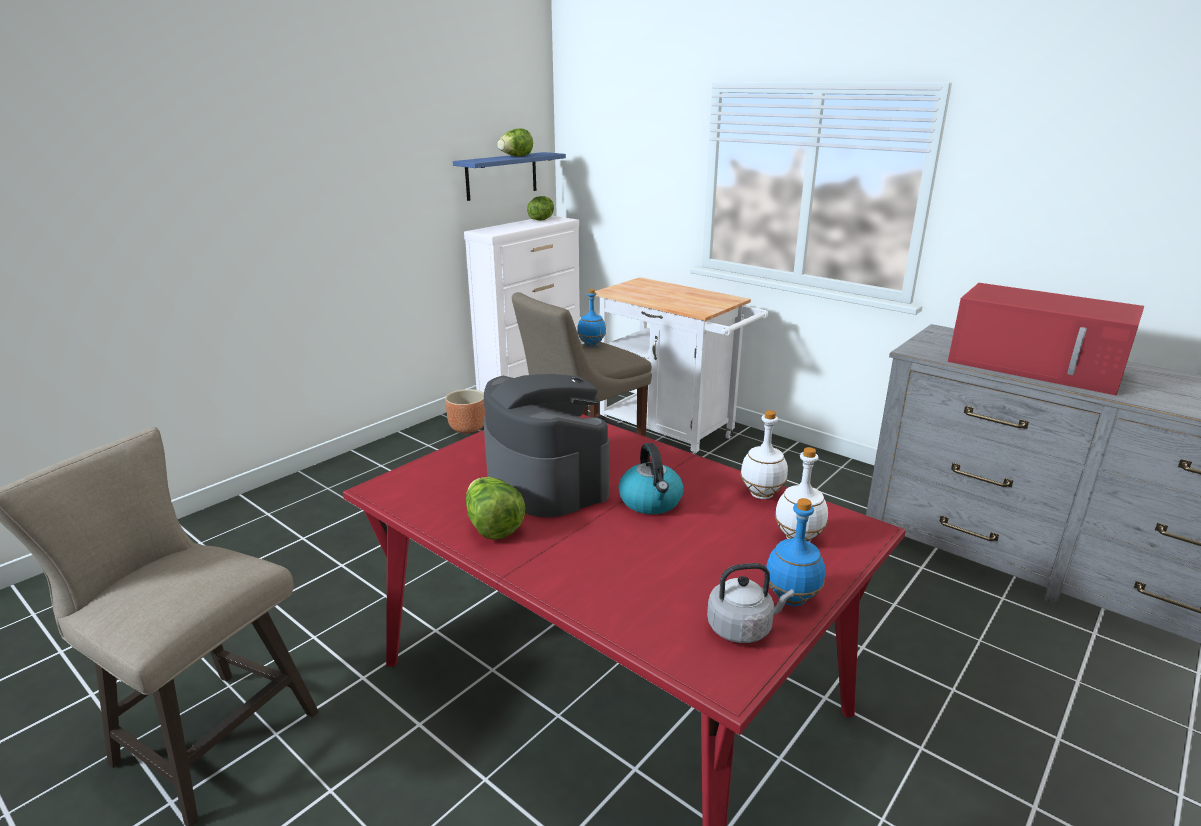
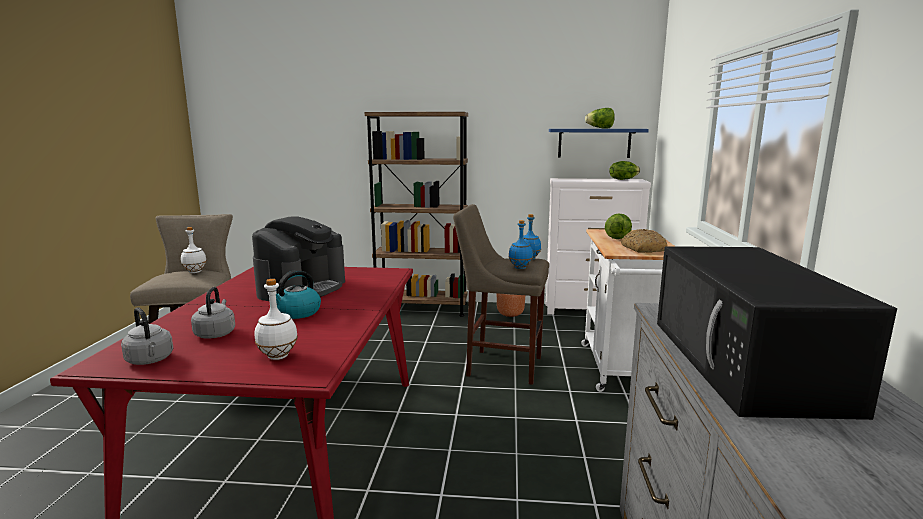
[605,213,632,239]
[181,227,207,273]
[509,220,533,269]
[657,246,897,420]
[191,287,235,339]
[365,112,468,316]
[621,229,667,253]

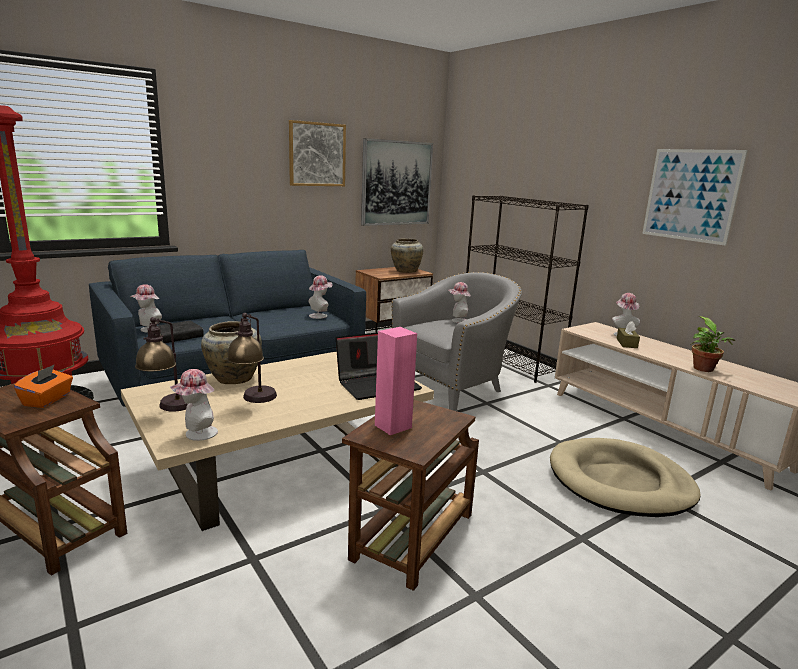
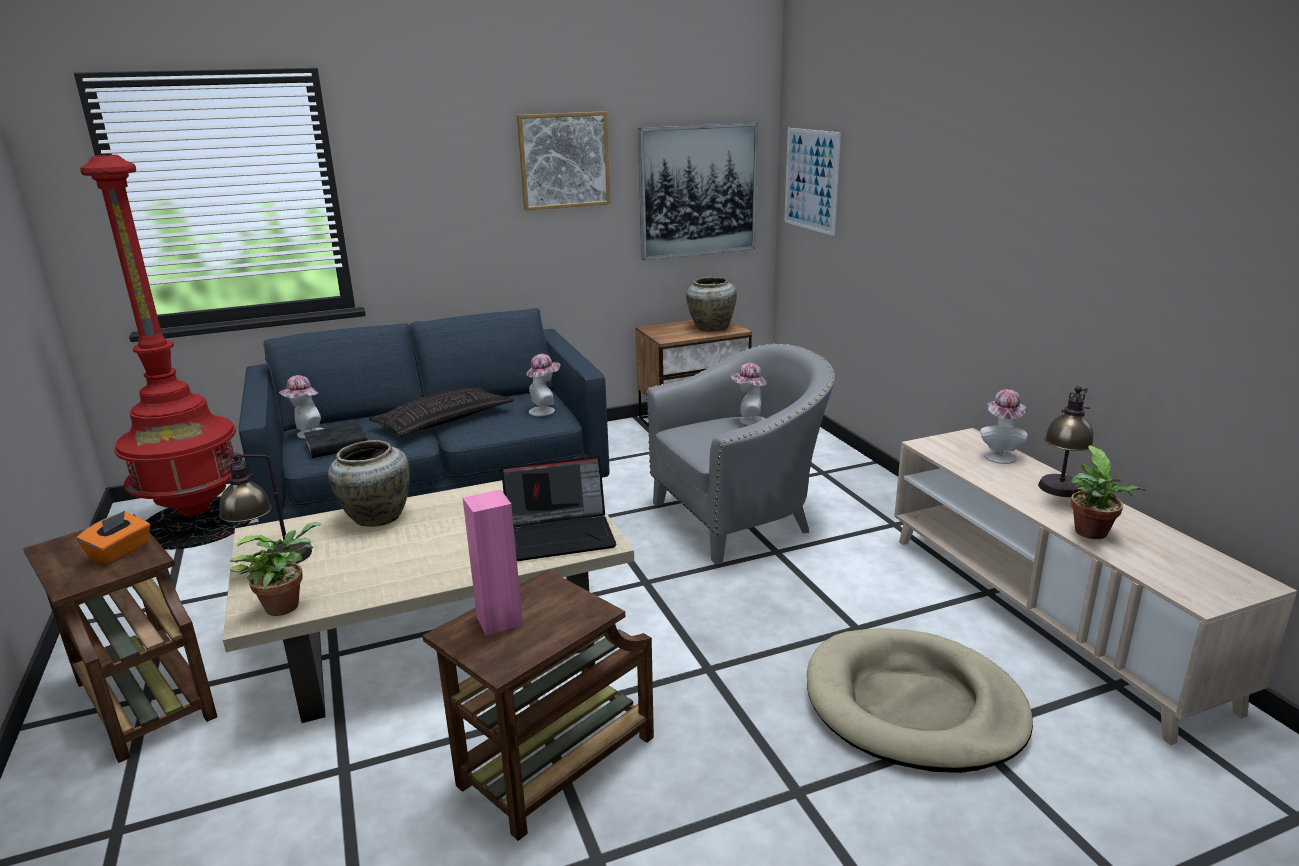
[229,522,322,616]
[1038,386,1094,497]
[466,195,589,383] (first image)
[616,321,640,348] (first image)
[784,128,841,236]
[369,388,514,437]

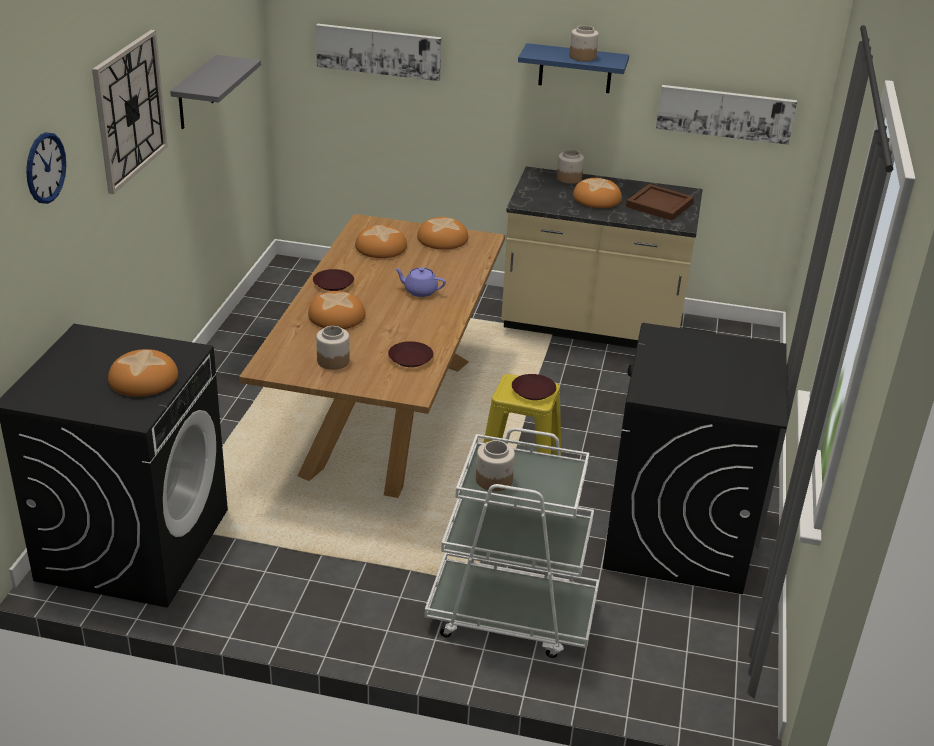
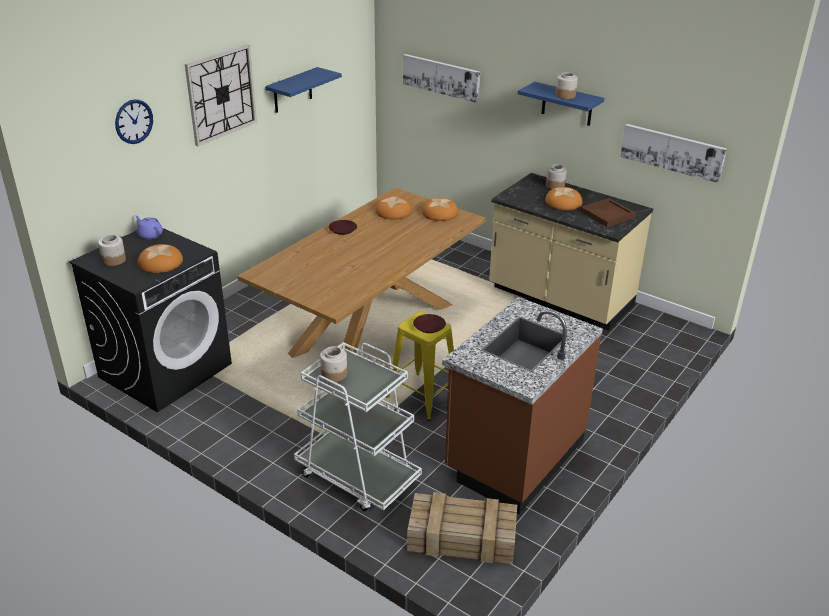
[265,67,342,113]
[308,291,365,329] (first image)
[98,235,126,266]
[388,341,433,367] (first image)
[135,215,163,240]
[442,297,603,514]
[407,492,517,564]

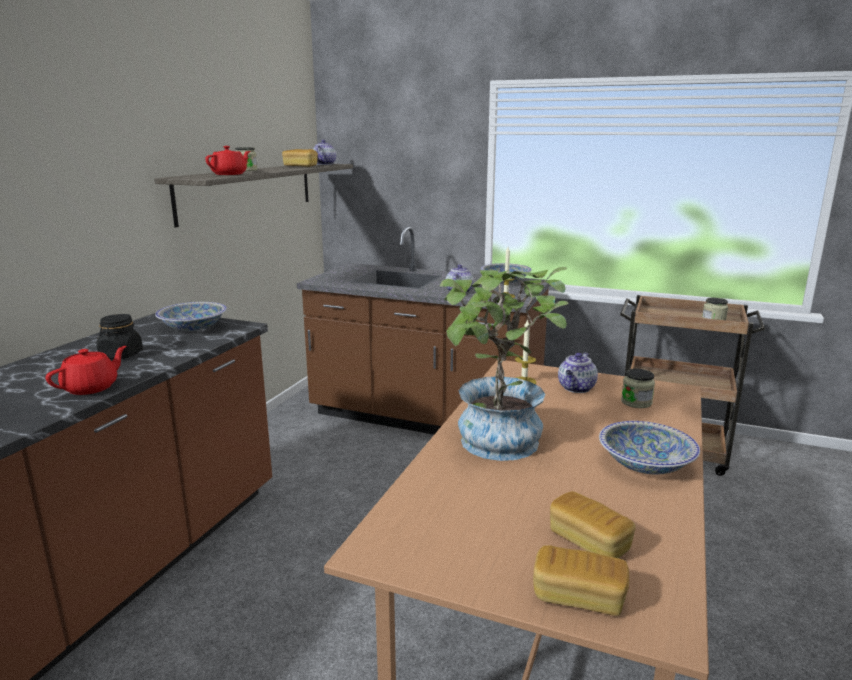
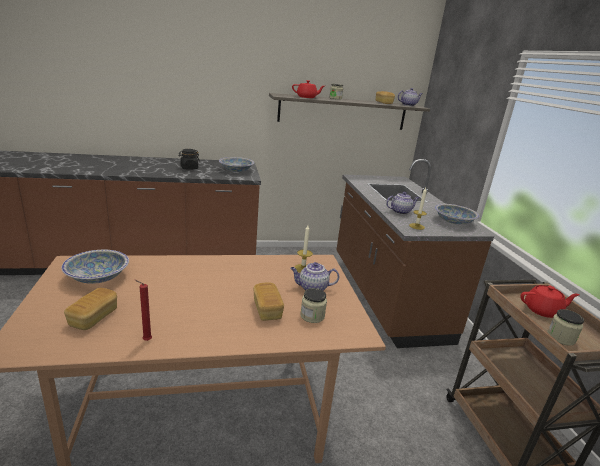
[520,285,580,318]
[440,267,569,461] (first image)
[253,282,284,321]
[61,250,129,284]
[135,280,152,341]

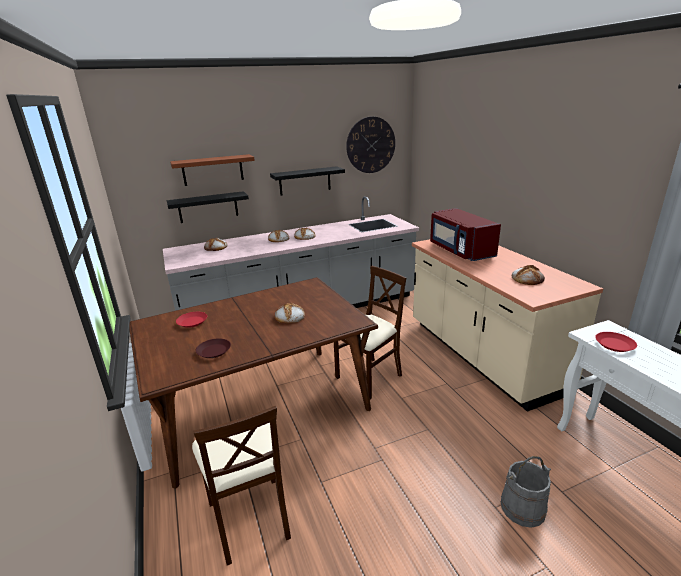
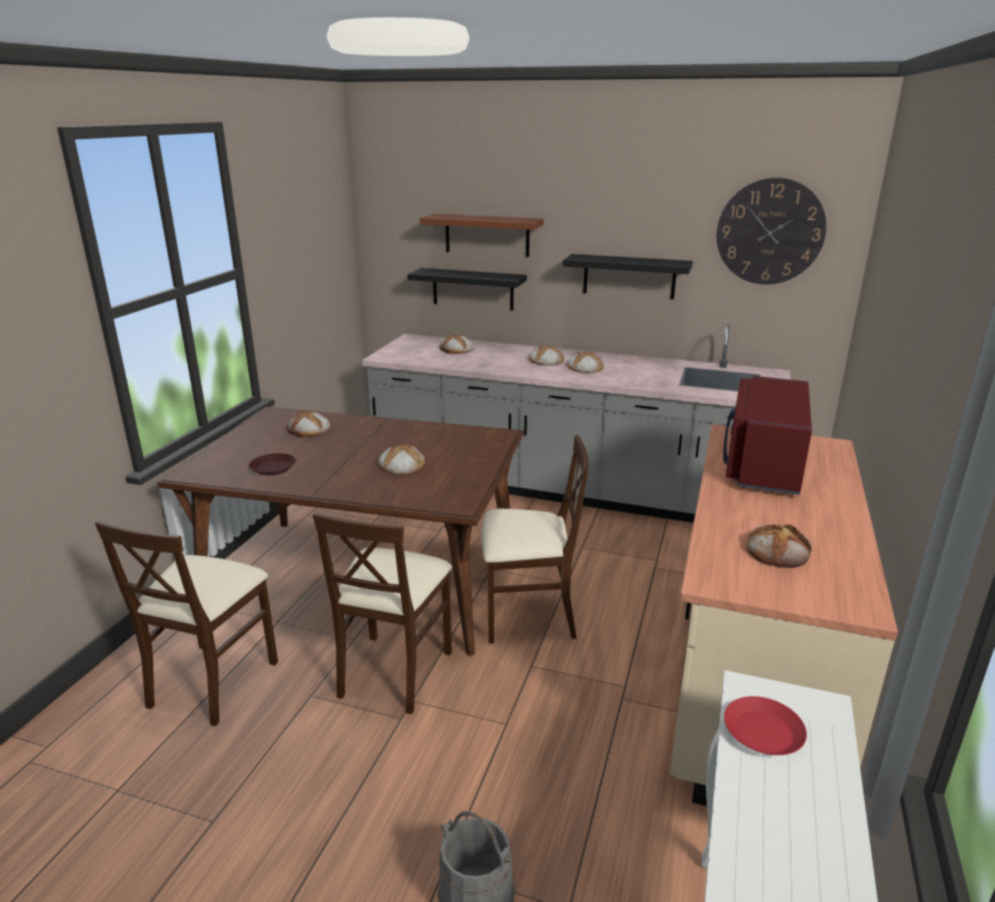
[287,411,330,437]
[313,513,452,714]

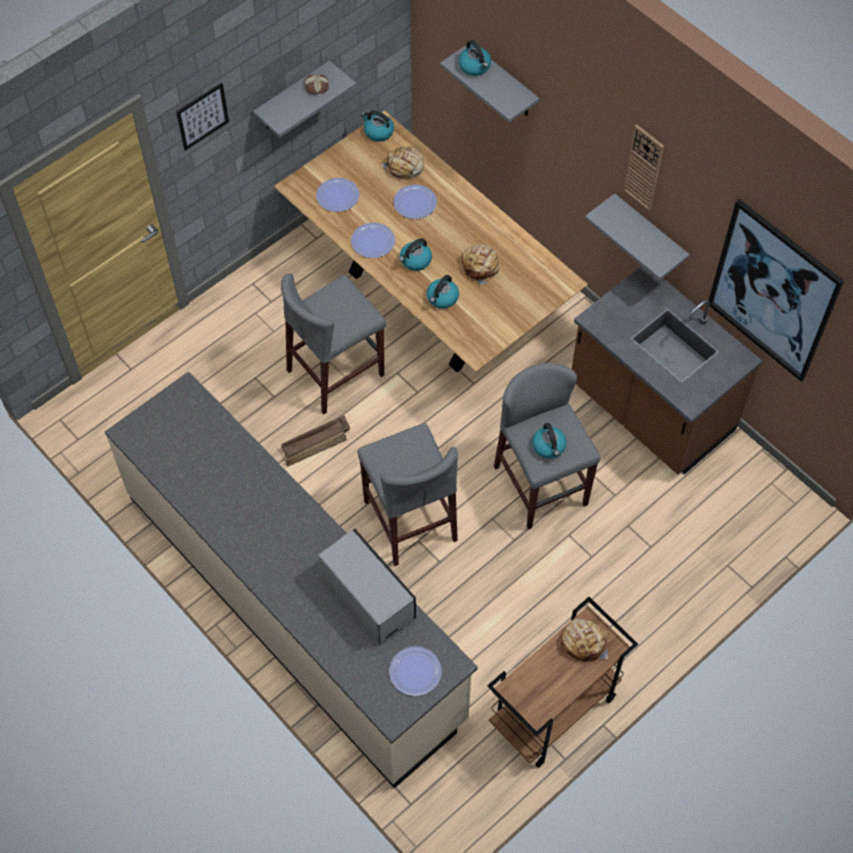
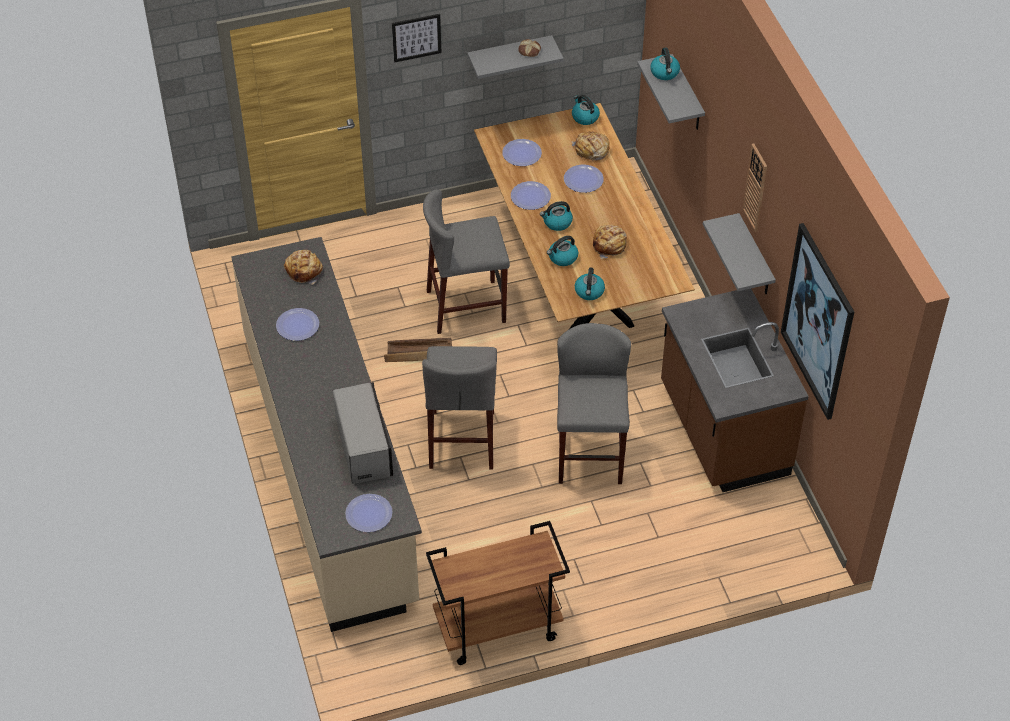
[575,268,605,300]
[284,250,323,285]
[276,308,319,341]

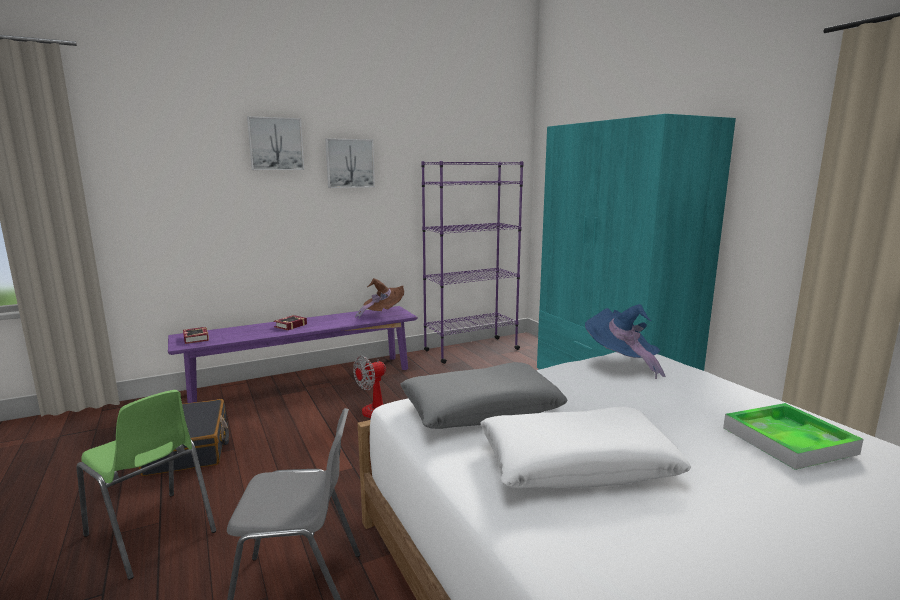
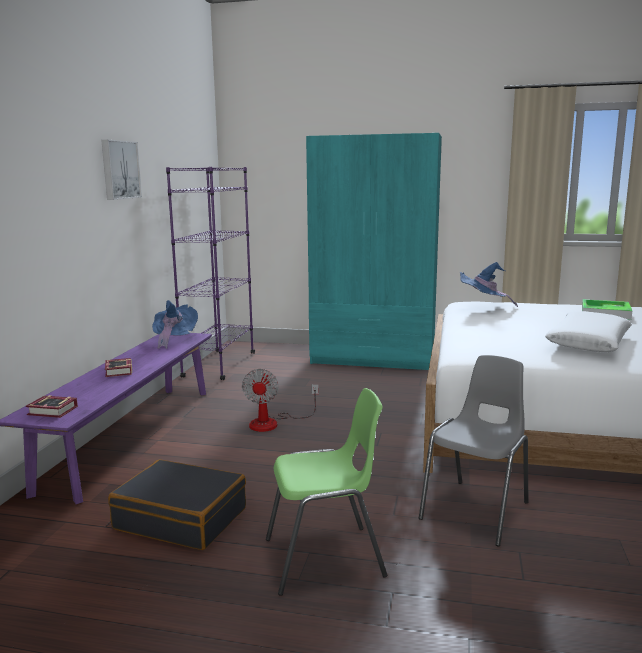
[247,116,304,170] (first image)
[152,300,198,349]
[400,362,568,429] (first image)

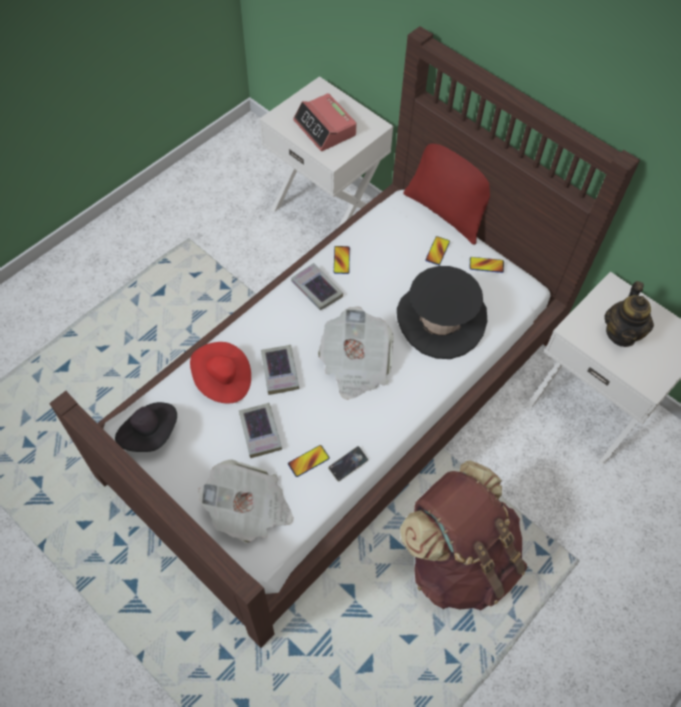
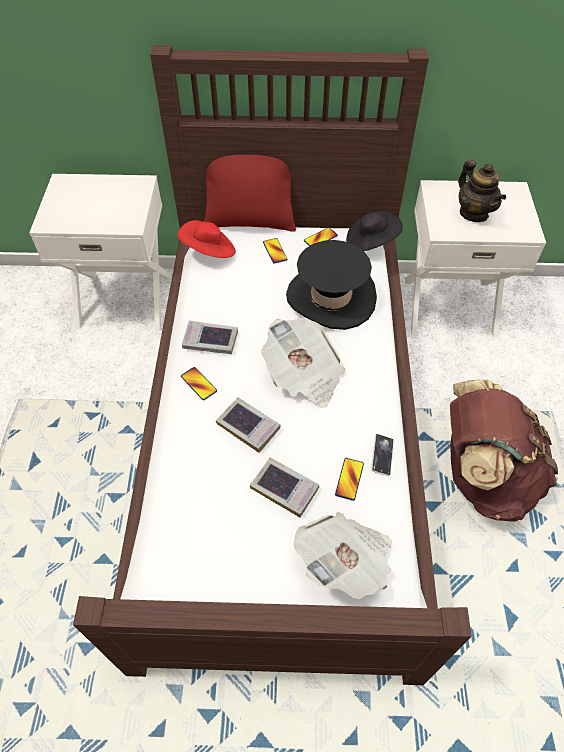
[346,210,403,251]
[177,220,236,258]
[293,93,357,151] (first image)
[181,367,217,400]

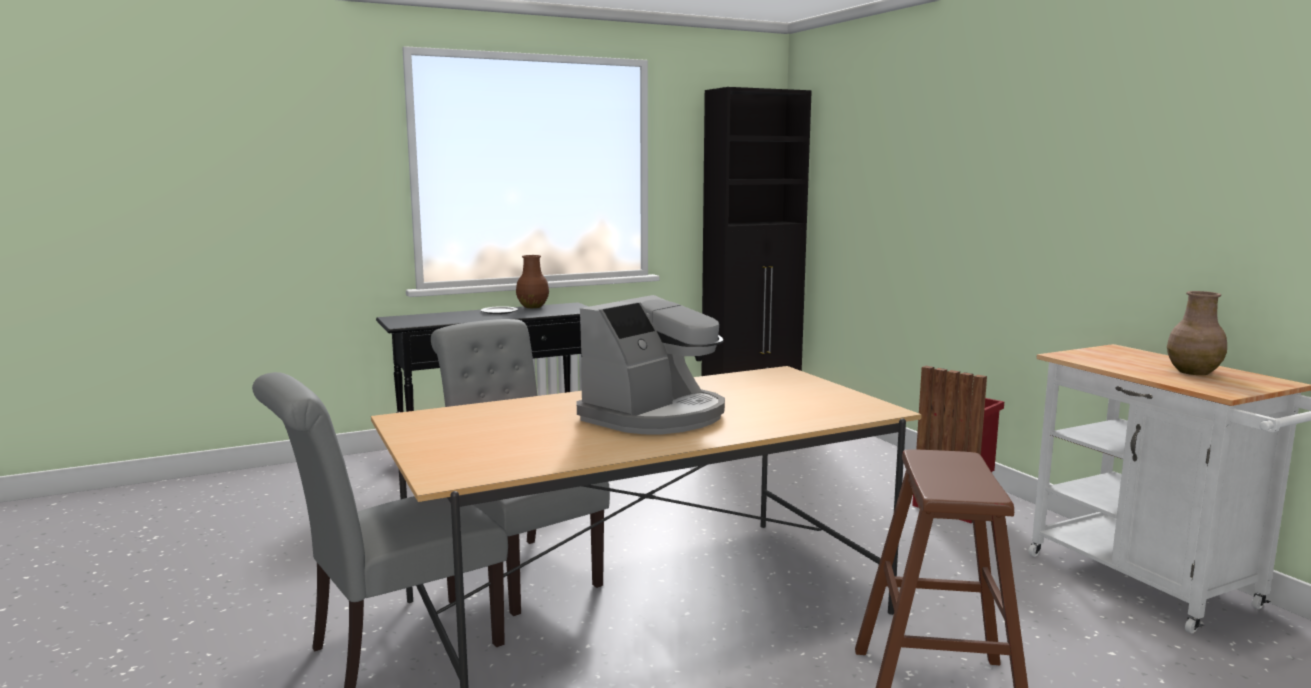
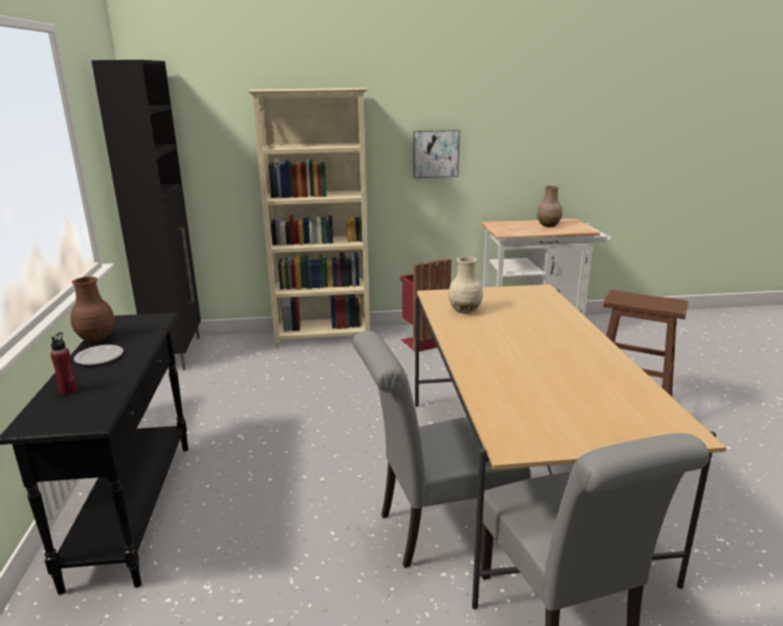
[577,295,725,435] (first image)
[50,332,78,395]
[248,88,370,348]
[414,130,460,178]
[448,257,483,314]

